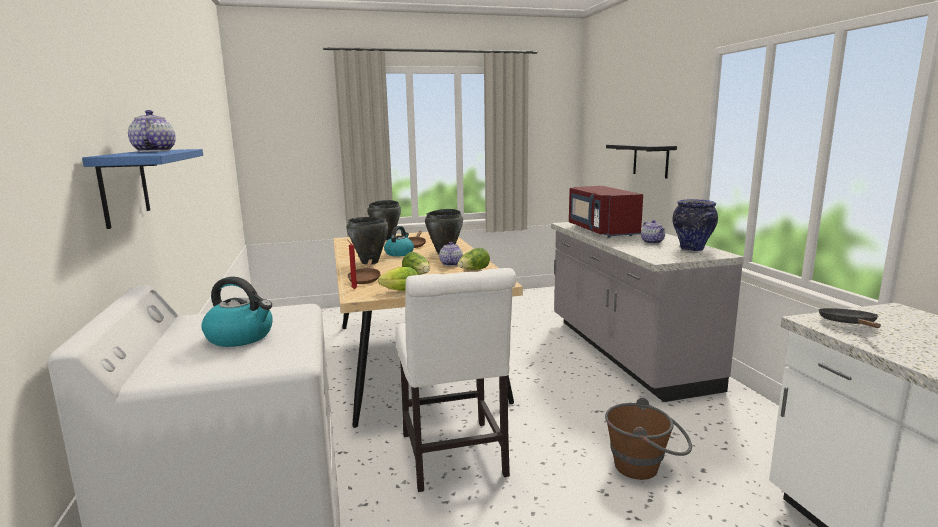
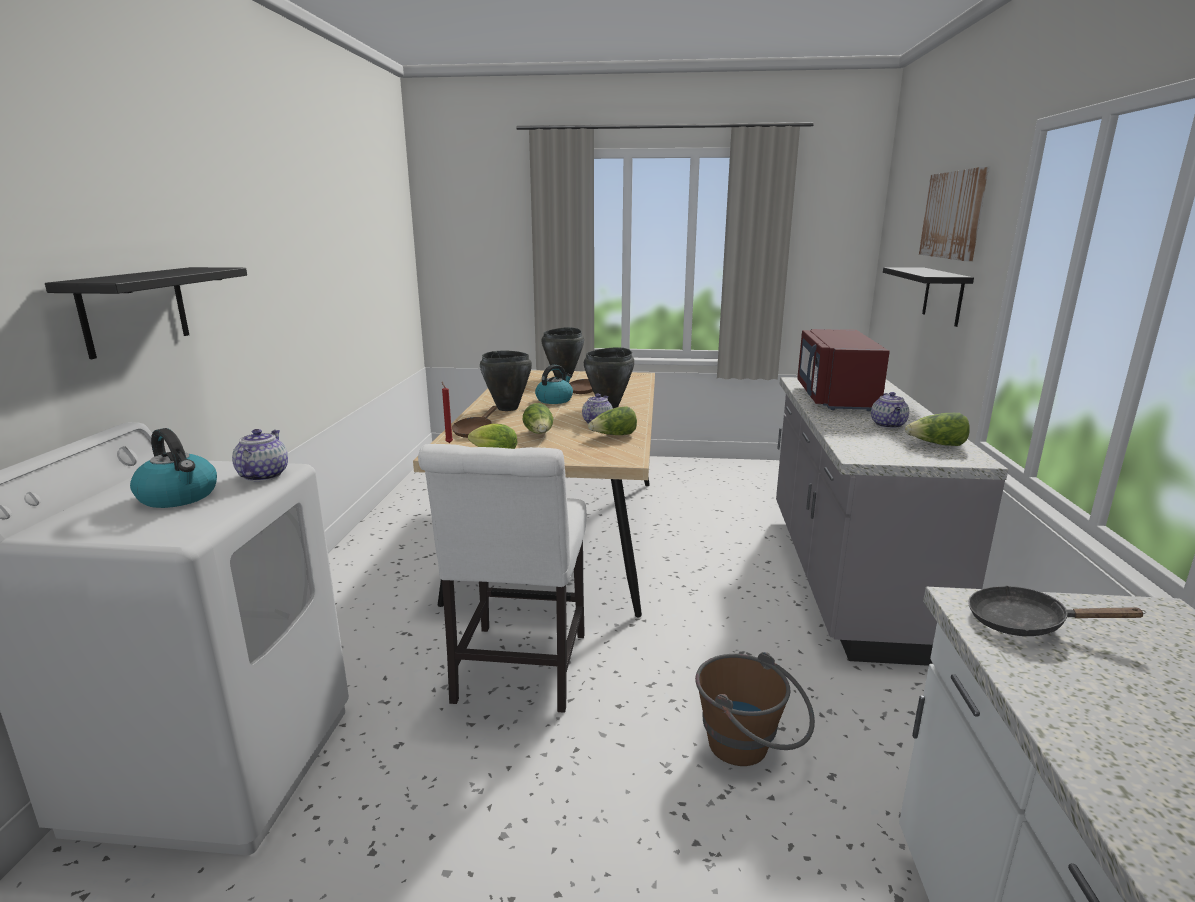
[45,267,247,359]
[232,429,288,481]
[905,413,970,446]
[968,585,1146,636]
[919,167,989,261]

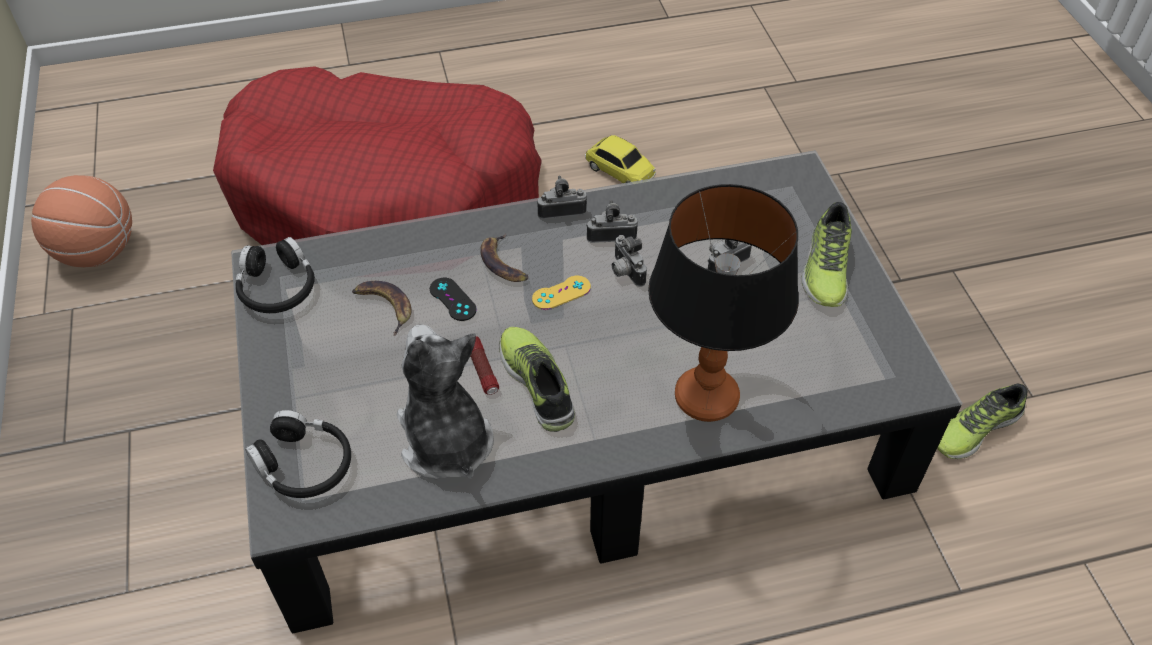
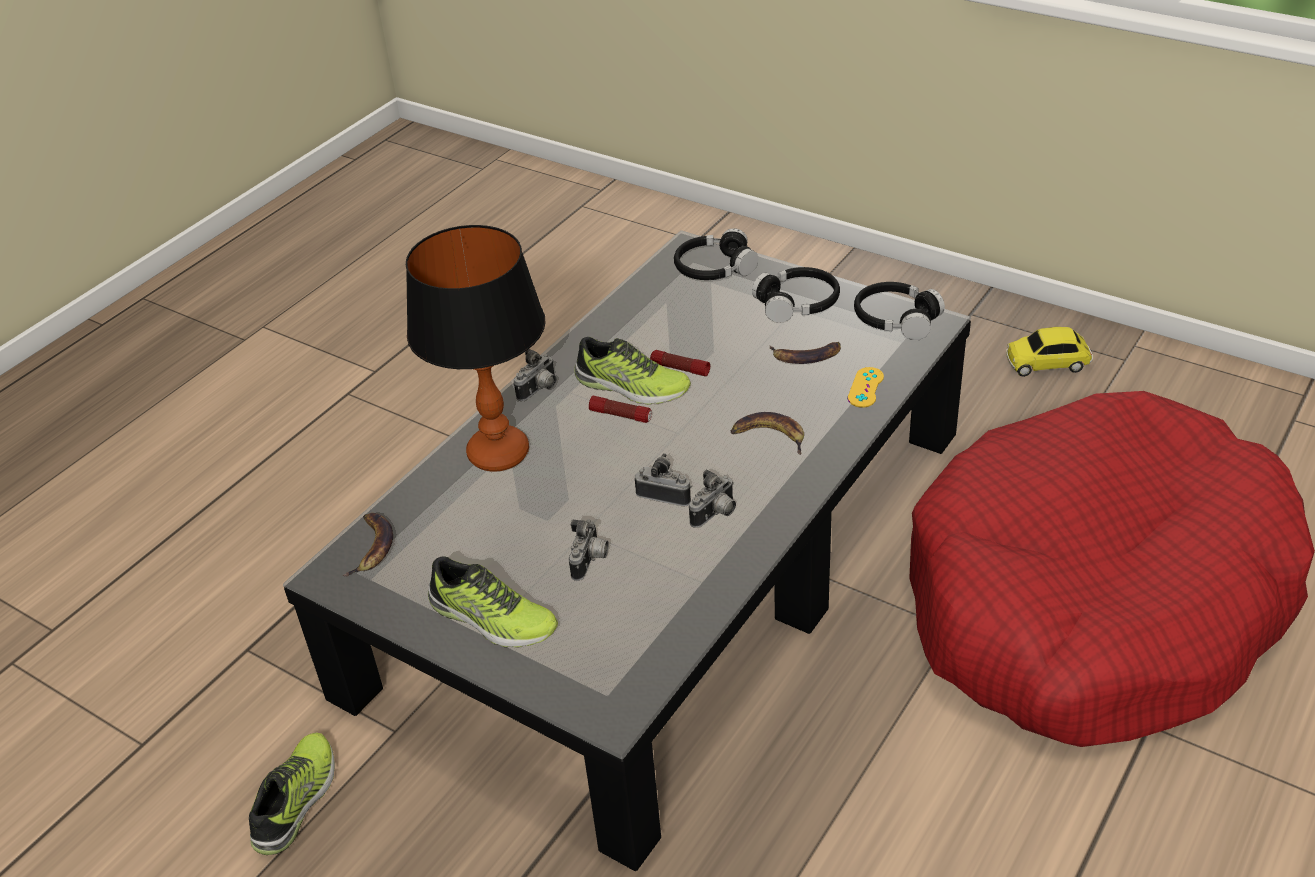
[31,175,132,267] (first image)
[397,324,494,480] (first image)
[430,278,477,321] (first image)
[848,367,884,408]
[514,349,557,401]
[1006,327,1093,377]
[428,556,558,647]
[343,513,393,577]
[589,396,652,423]
[752,267,840,323]

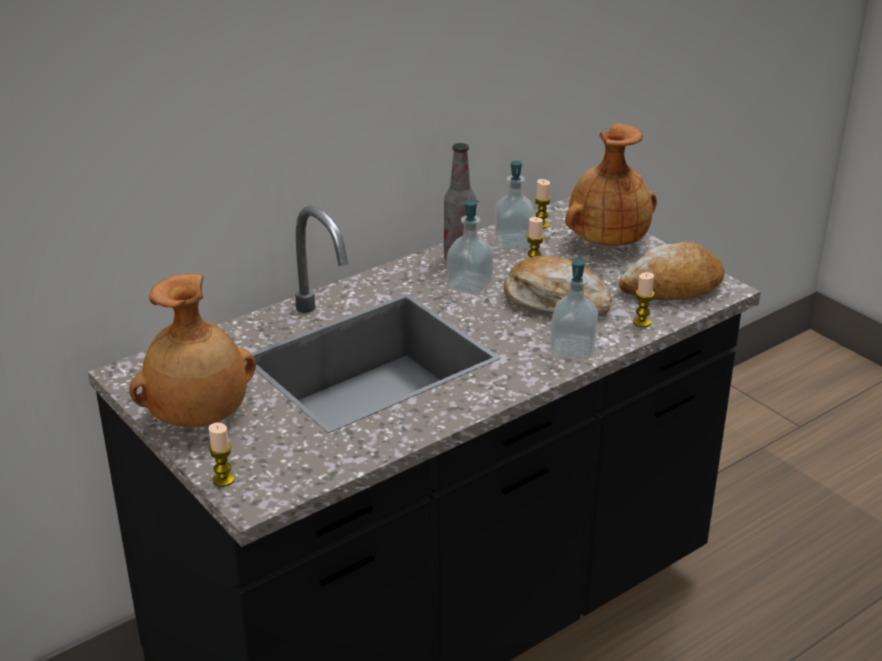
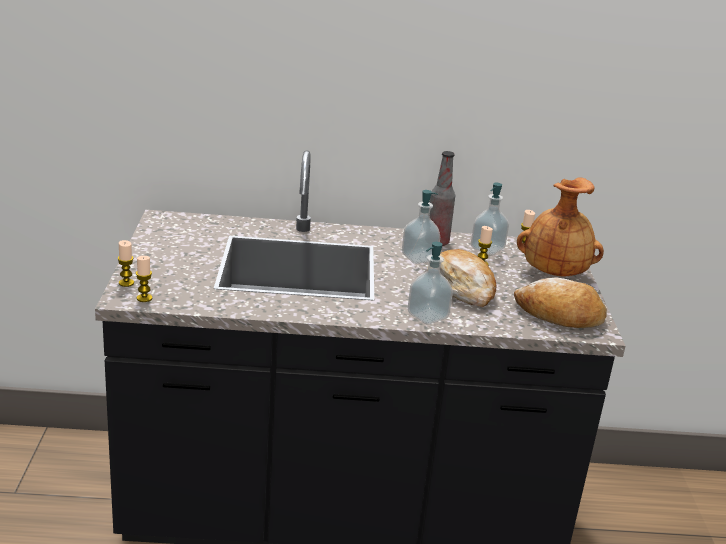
[129,273,256,427] (first image)
[136,256,152,302]

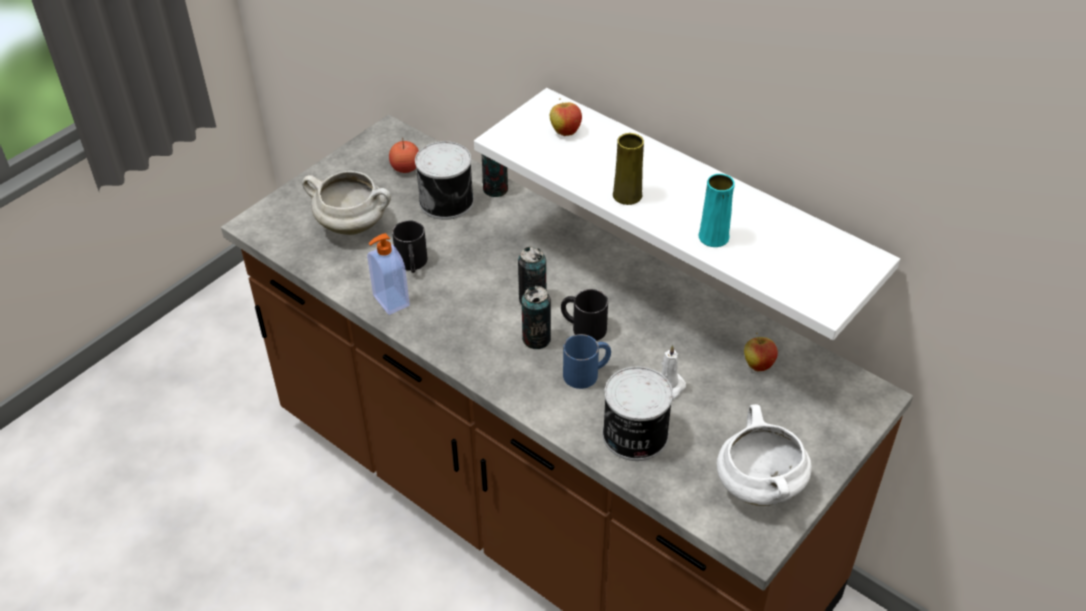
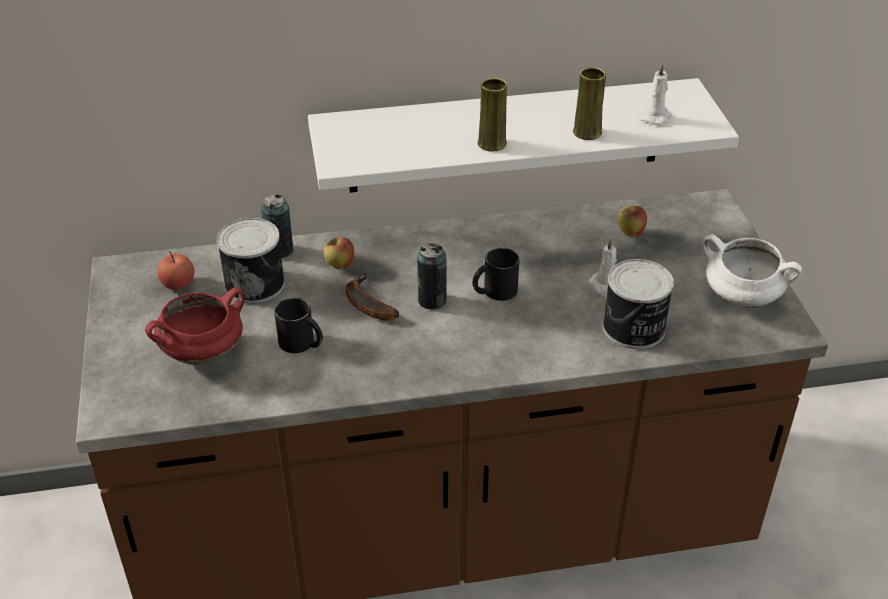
[145,287,245,365]
[367,233,410,315] (first image)
[521,286,551,349] (first image)
[324,237,354,270]
[563,334,611,389] (first image)
[573,67,606,140]
[346,273,399,321]
[638,63,672,125]

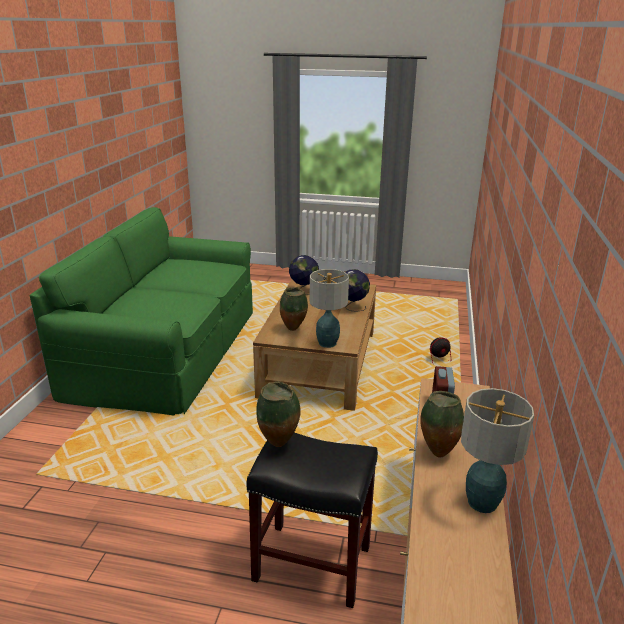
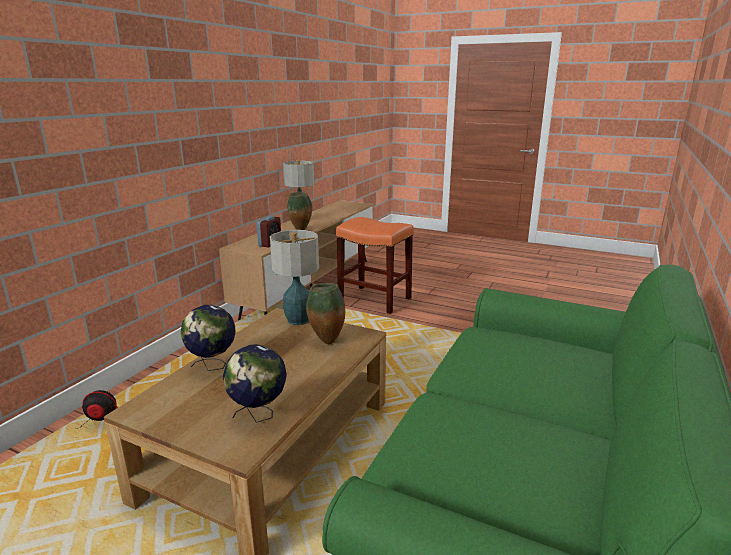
[336,217,414,315]
[256,382,301,447] (first image)

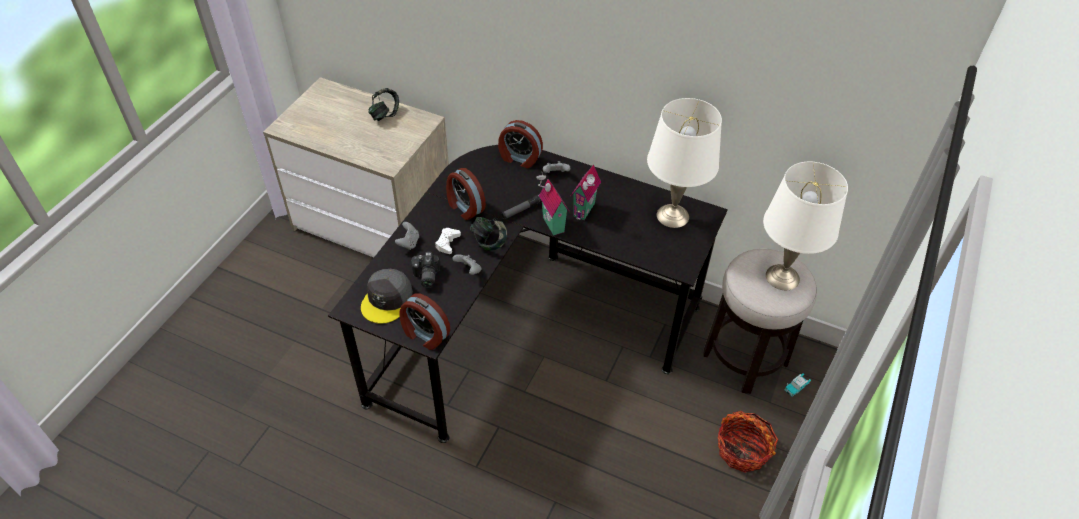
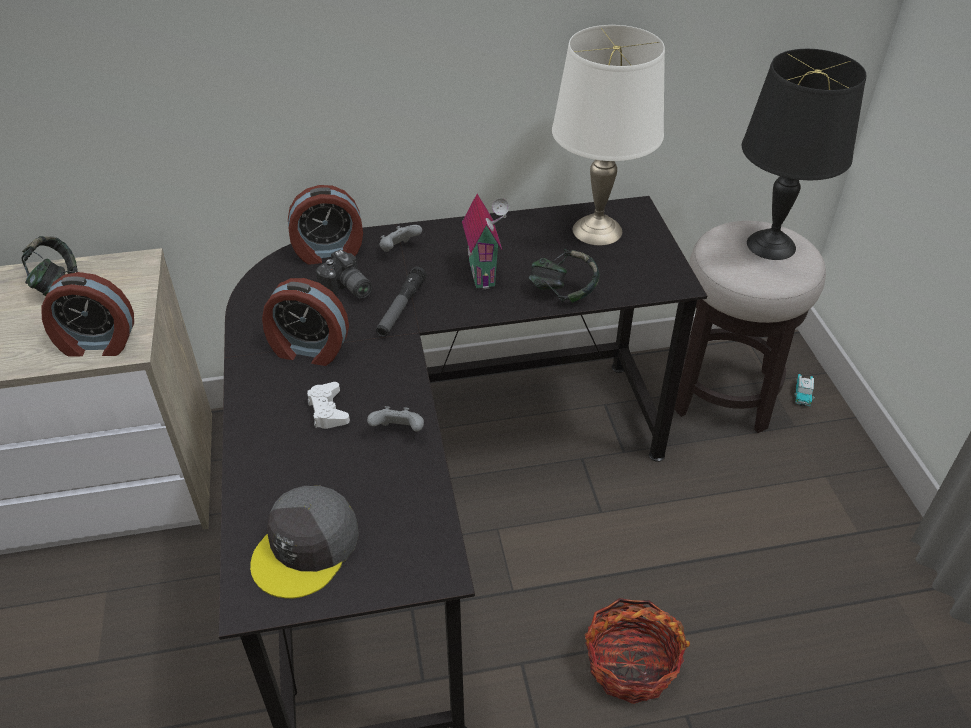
[250,486,359,599]
[395,222,419,250] (first image)
[41,272,134,357]
[316,250,372,299]
[529,249,599,303]
[536,172,570,236] (first image)
[585,598,690,704]
[742,49,866,260]

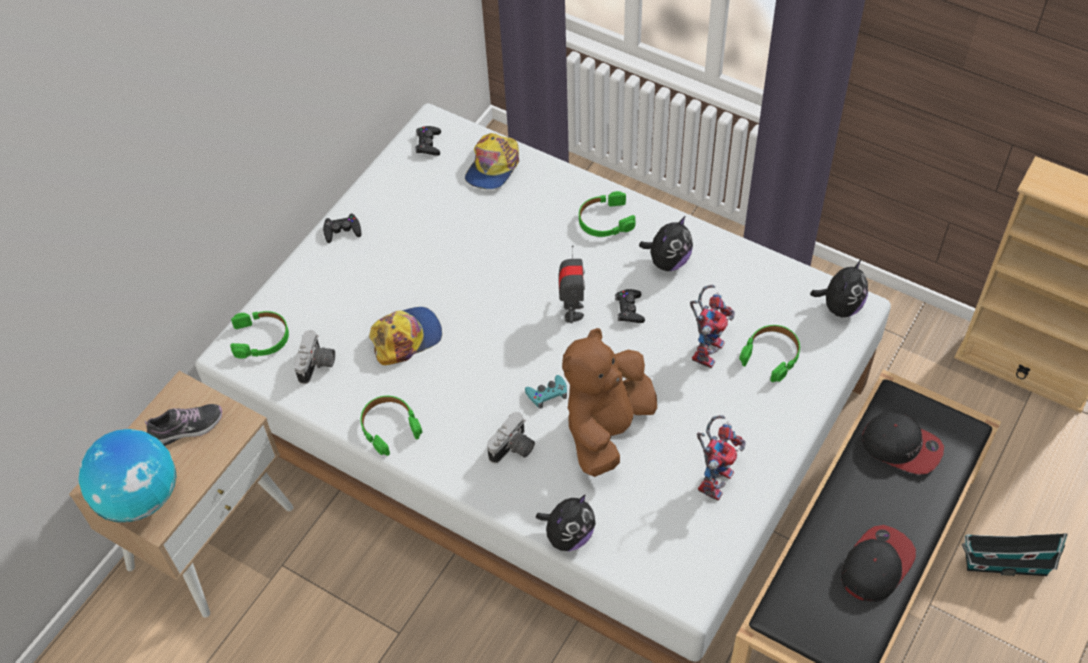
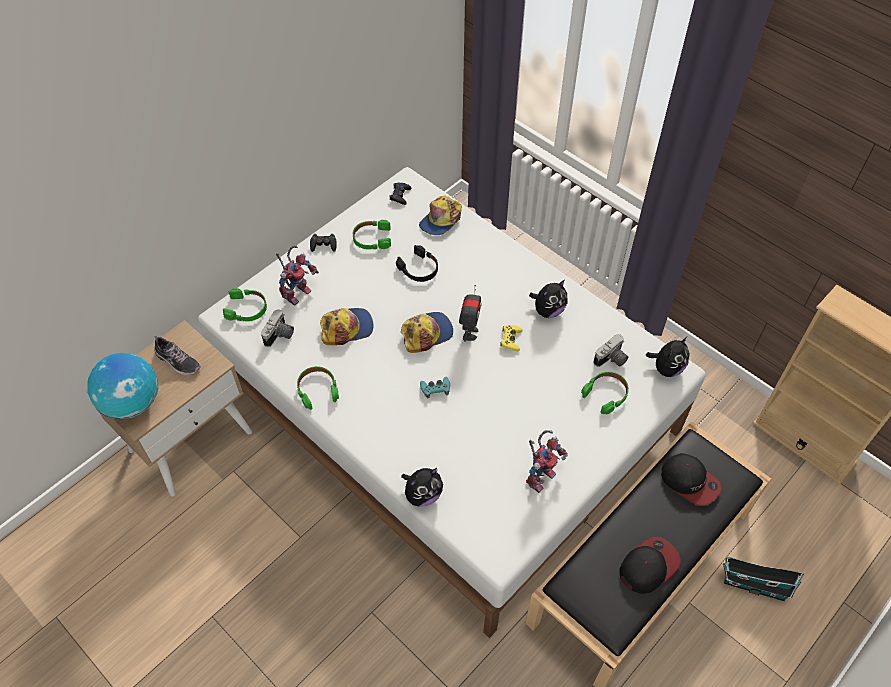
[154,336,201,375]
[593,334,628,367]
[562,328,657,477] (first image)
[353,220,391,249]
[500,325,522,351]
[276,246,319,306]
[396,245,438,282]
[401,312,453,353]

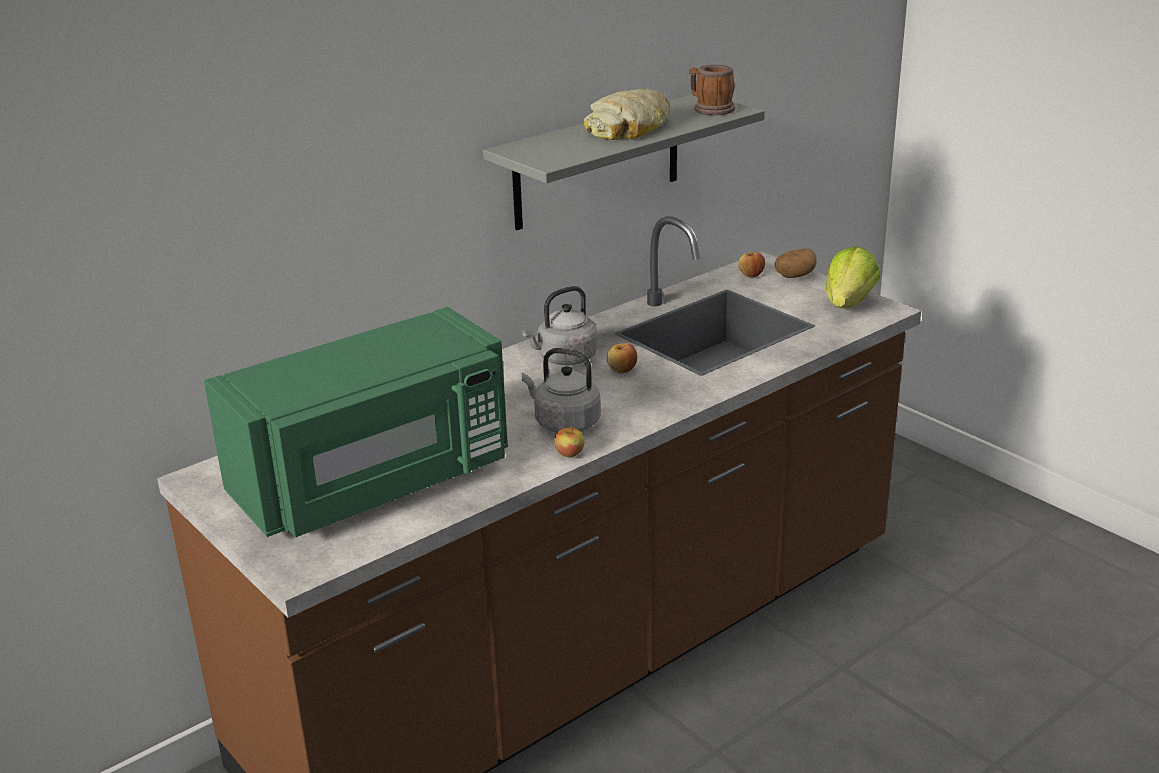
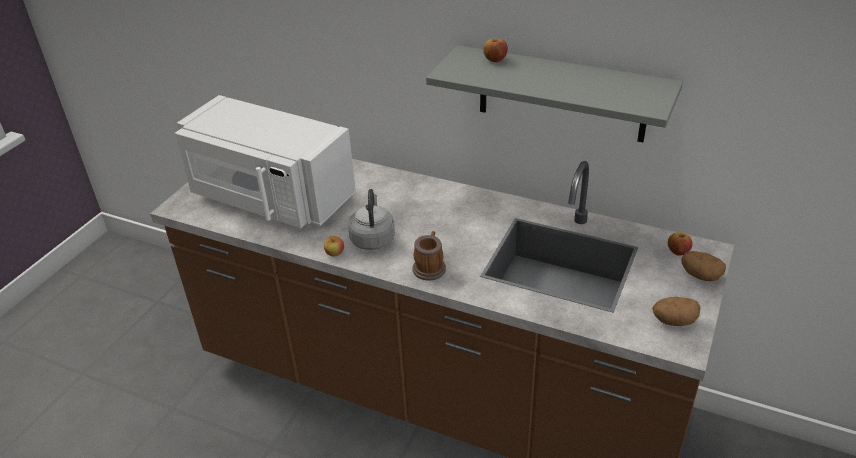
[175,95,356,228]
[522,286,598,365] (first image)
[584,89,669,140] (first image)
[483,39,508,62]
[412,231,446,281]
[652,297,700,326]

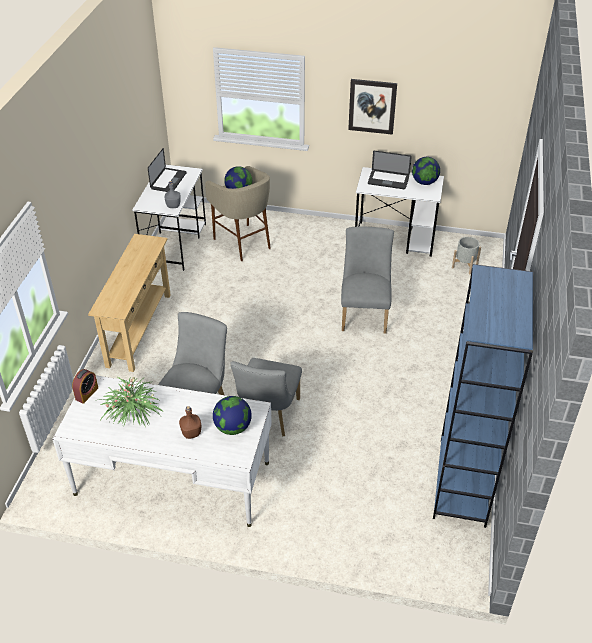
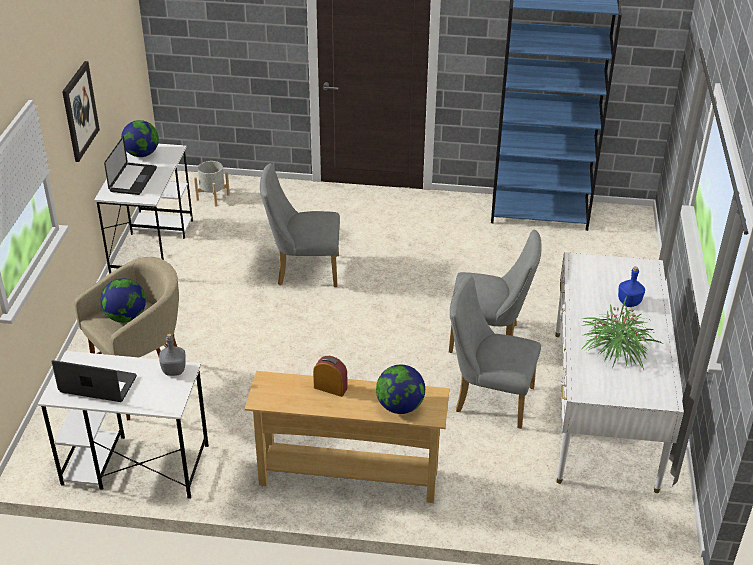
[313,356,347,397]
[618,267,645,307]
[376,365,425,414]

